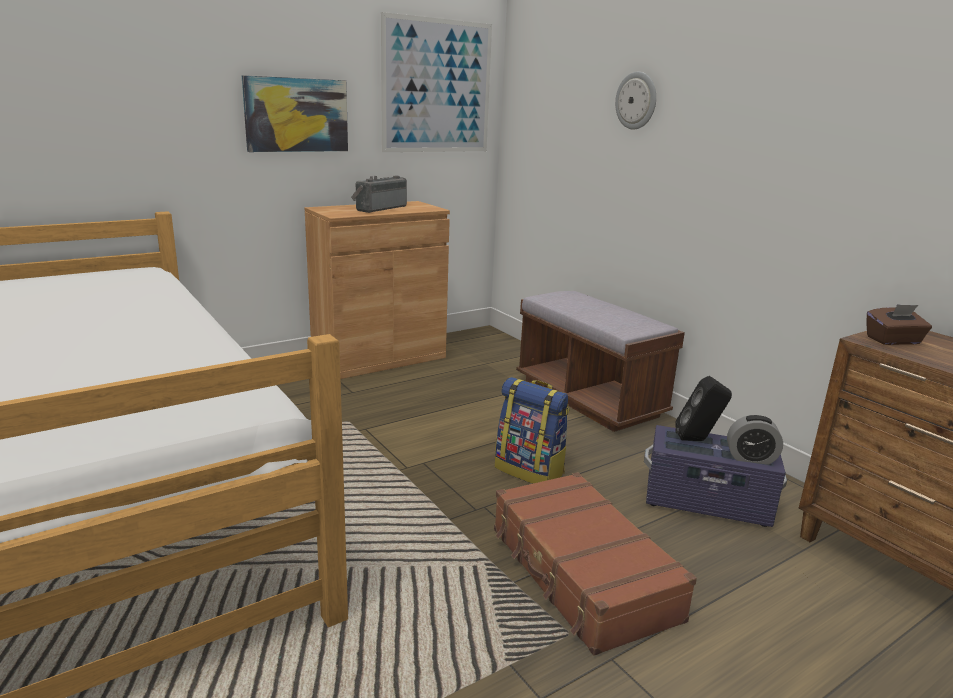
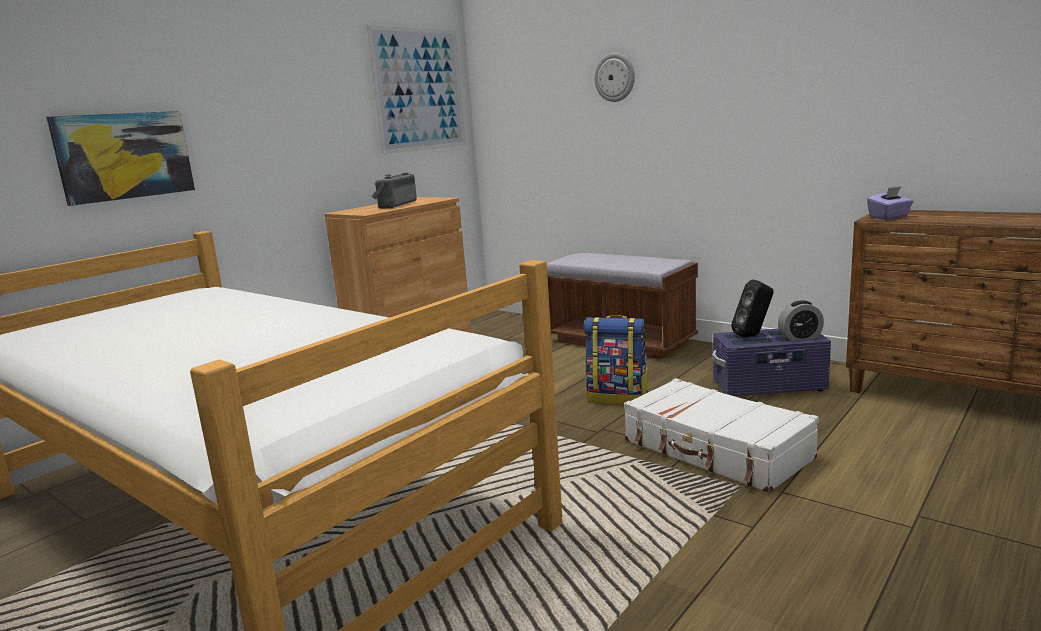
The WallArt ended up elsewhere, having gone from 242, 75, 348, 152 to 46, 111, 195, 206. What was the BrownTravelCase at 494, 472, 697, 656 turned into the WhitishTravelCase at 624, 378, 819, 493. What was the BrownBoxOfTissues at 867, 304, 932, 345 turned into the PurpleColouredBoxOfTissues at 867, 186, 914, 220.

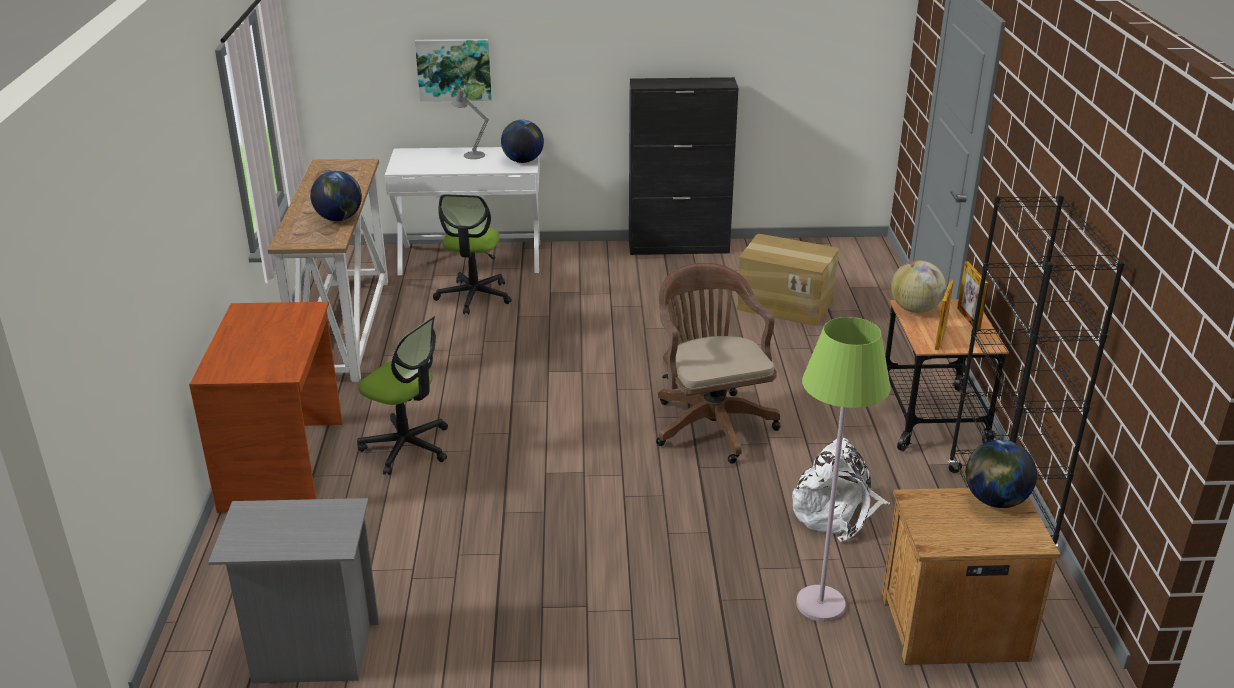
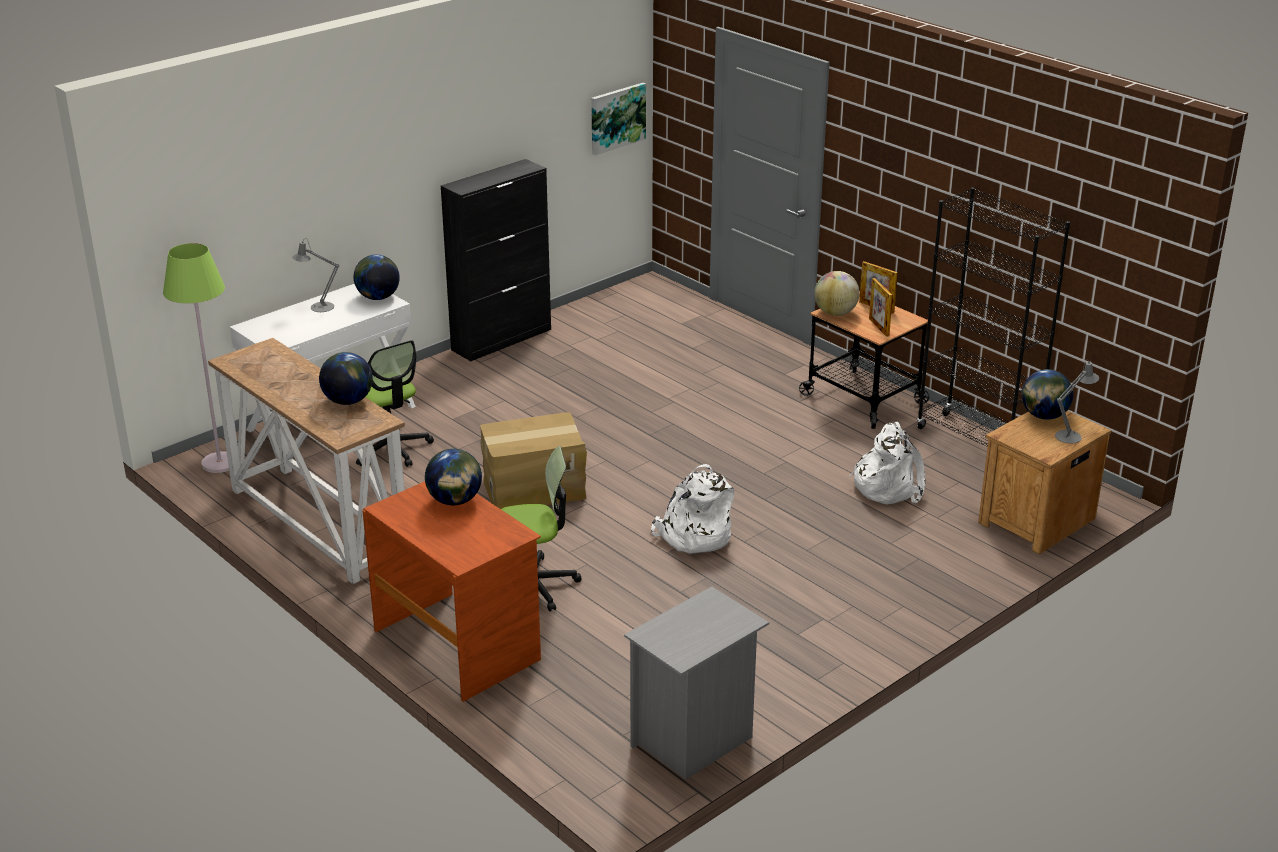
The GreenColouredStandingLamp ended up elsewhere, having gone from 796, 317, 891, 622 to 163, 243, 229, 473. The second view gained the Globe at 425, 449, 482, 505. The PackingBox ended up elsewhere, having gone from 736, 234, 839, 326 to 480, 412, 587, 509. The WallArt ended up elsewhere, having gone from 415, 39, 492, 102 to 591, 83, 646, 155. The second view gained the WhitishRucksack at 651, 464, 734, 554. The second view gained the GreyLampForATable at 1055, 359, 1099, 444. The second view lost the BrownDeskChair at 656, 263, 781, 464.

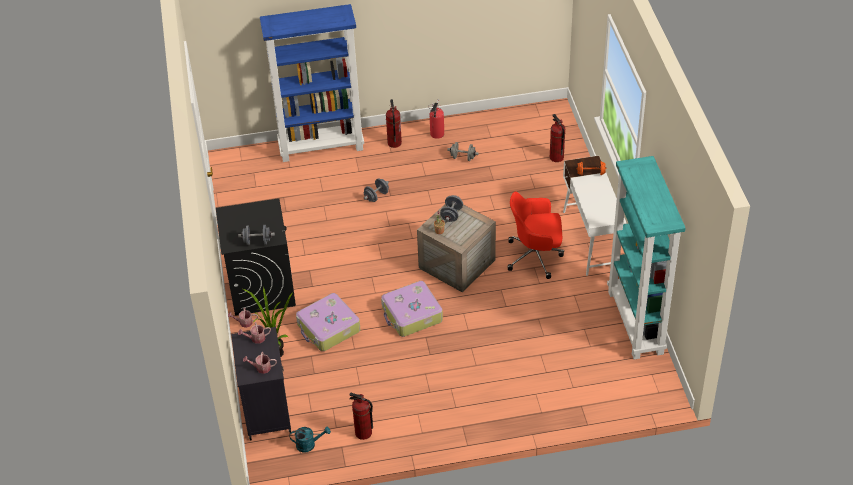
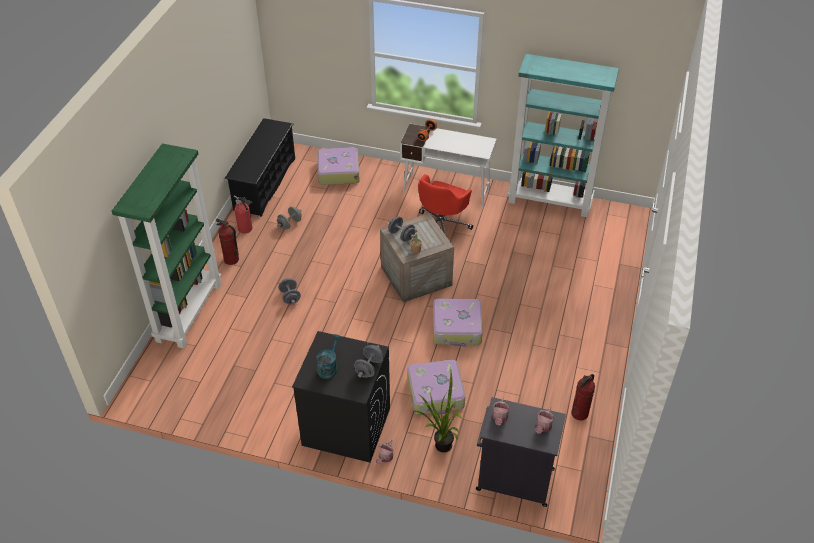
What was the BlueBookcase at 260, 4, 364, 162 turned into the GreenColouredBookcase at 112, 144, 222, 349. The second view gained the BlackishShoeRack at 224, 118, 295, 217. Where the Extinguisher stood at 550, 114, 565, 162, the TravelCase came to stand at 317, 147, 360, 185. The BlueGreenSprinklingCan ended up elsewhere, having gone from 290, 427, 331, 453 to 317, 334, 341, 379.

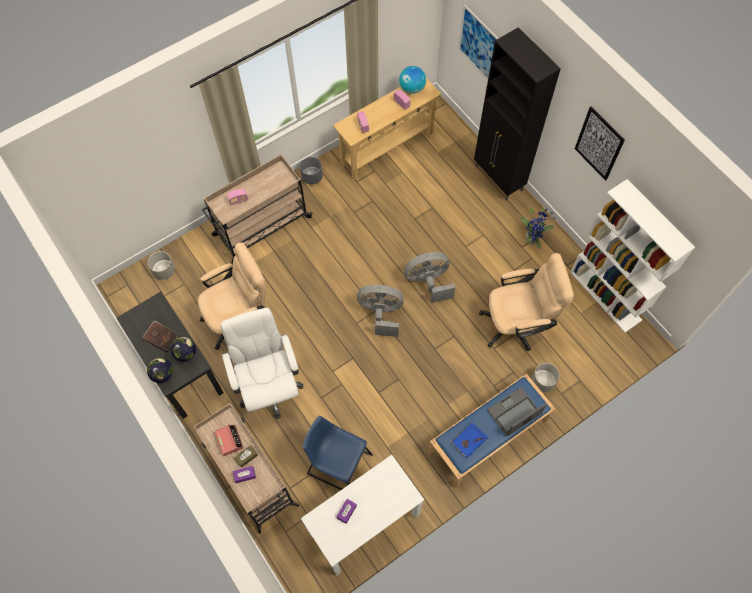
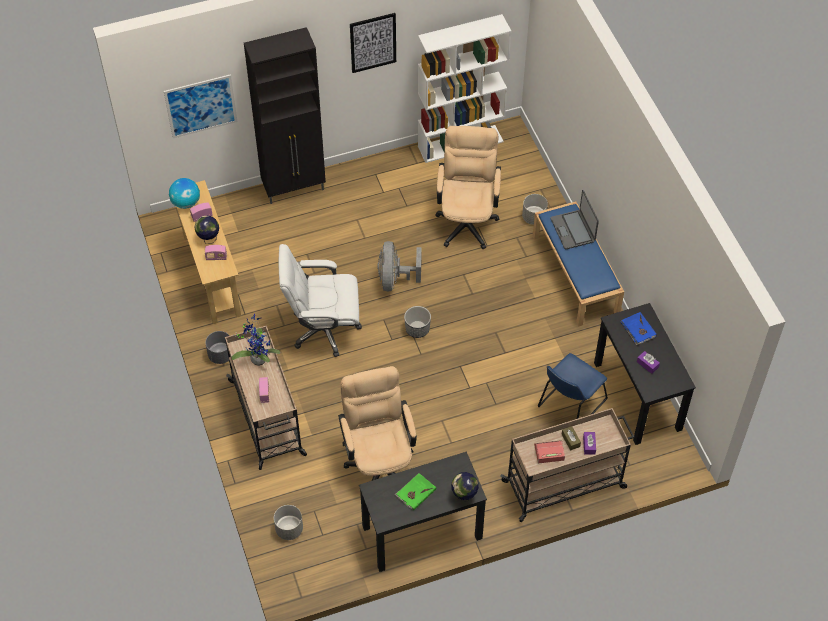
The Globe ended up elsewhere, having gone from 171, 337, 198, 363 to 194, 216, 219, 244. The Houseplant ended up elsewhere, having gone from 520, 207, 556, 249 to 231, 314, 280, 366. The WhitishDeskChair ended up elsewhere, having gone from 221, 308, 303, 419 to 279, 244, 362, 357. What was the BrownBoundBook at 142, 321, 179, 352 turned into the GreenColouredBoundBook at 395, 473, 436, 511. Where the GreyCoolingFan stood at 357, 285, 404, 337, the Planter came to stand at 404, 306, 431, 338. What was the WhitishDeskTable at 300, 455, 424, 576 turned into the BlackishDeskTable at 594, 303, 696, 445. The BlueBoundBook ended up elsewhere, having gone from 450, 422, 488, 458 to 621, 312, 657, 345.

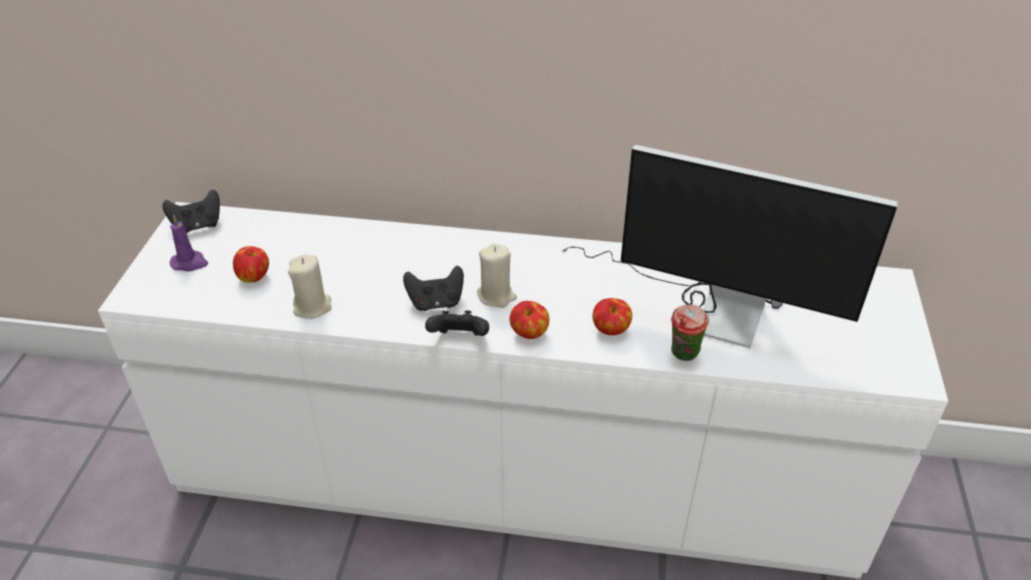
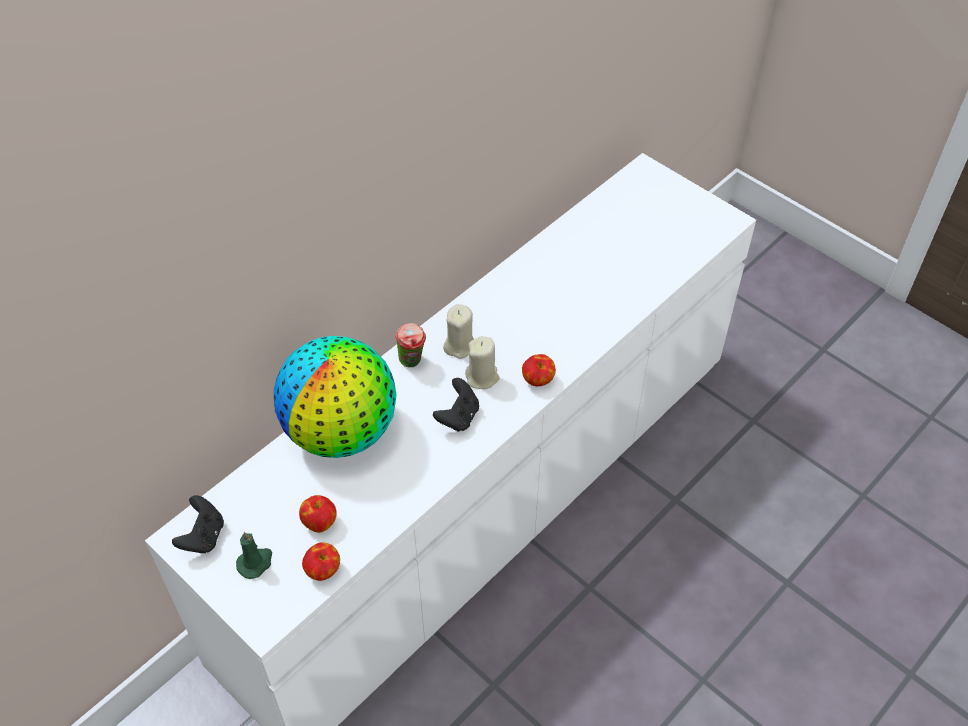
What was the PurpleColouredCandle at 170, 214, 208, 271 turned into the GreenColouredCandle at 236, 532, 272, 579. The second view gained the Globe at 274, 336, 397, 458. The Apple ended up elsewhere, having gone from 592, 298, 632, 335 to 302, 542, 340, 581. The SmallCup ended up elsewhere, having gone from 671, 304, 709, 361 to 395, 323, 426, 367. The BeigeColouredCandle ended up elsewhere, having gone from 288, 254, 332, 319 to 443, 304, 474, 359. The second view lost the BlackishGameController at 425, 311, 489, 336. The second view lost the ComputerDisplay at 562, 145, 898, 348.

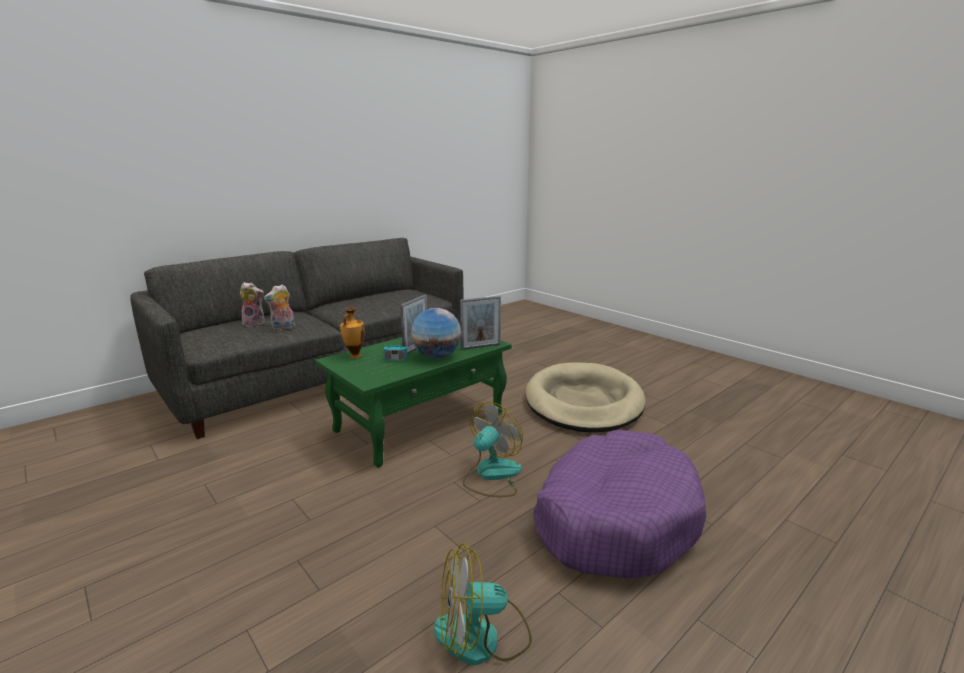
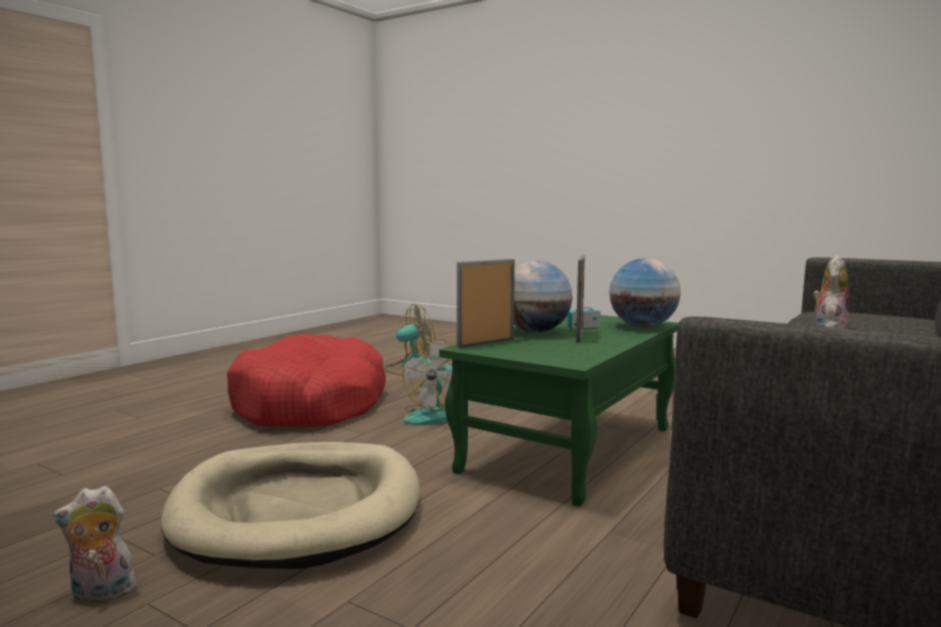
The SoftToy ended up elsewhere, having gone from 240, 282, 265, 327 to 53, 486, 140, 602. What was the PurpleColouredDogCushion at 533, 430, 706, 578 turned into the RedDogCushion at 227, 334, 386, 427. Where the Vase stood at 340, 307, 364, 358, the Globe came to stand at 609, 258, 681, 327.

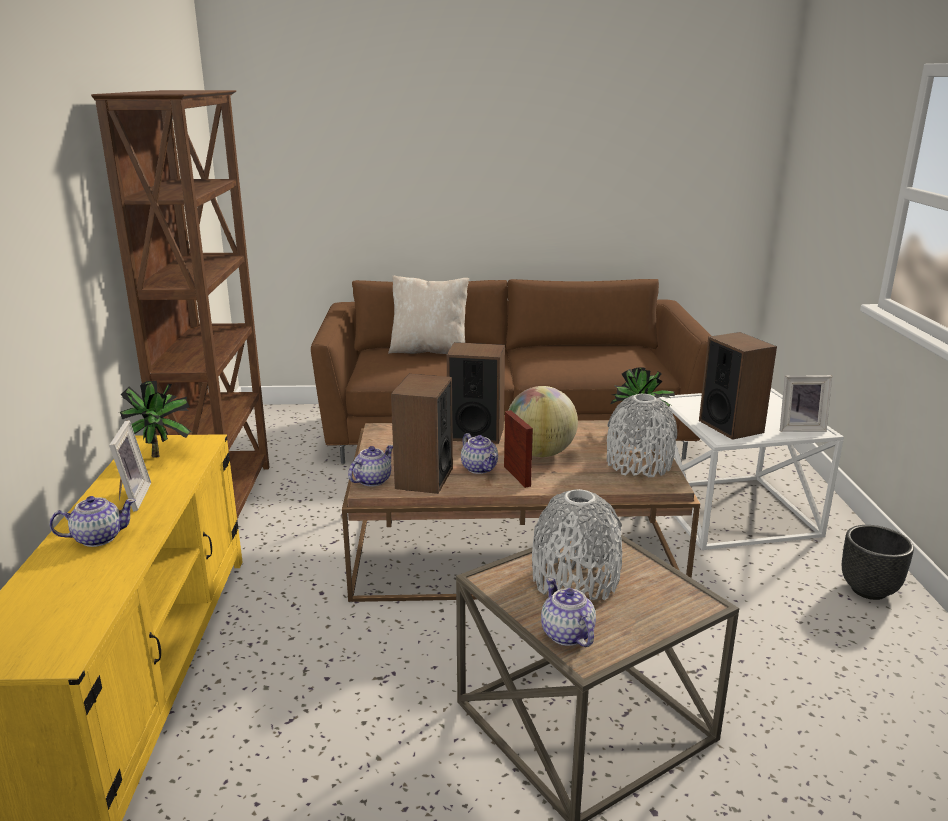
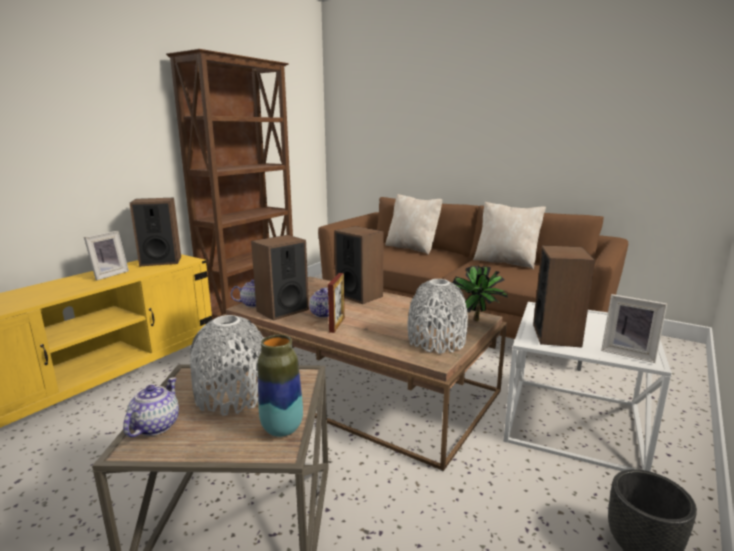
Where the Houseplant stood at 118, 381, 192, 458, the AudioSpeaker came to stand at 130, 198, 181, 266. The second view gained the Vase at 258, 335, 303, 437. The second view gained the BeigeColouredThrowPillow at 473, 202, 546, 269. The second view lost the Teapot at 50, 496, 136, 547. The second view lost the Globe at 508, 386, 578, 457.

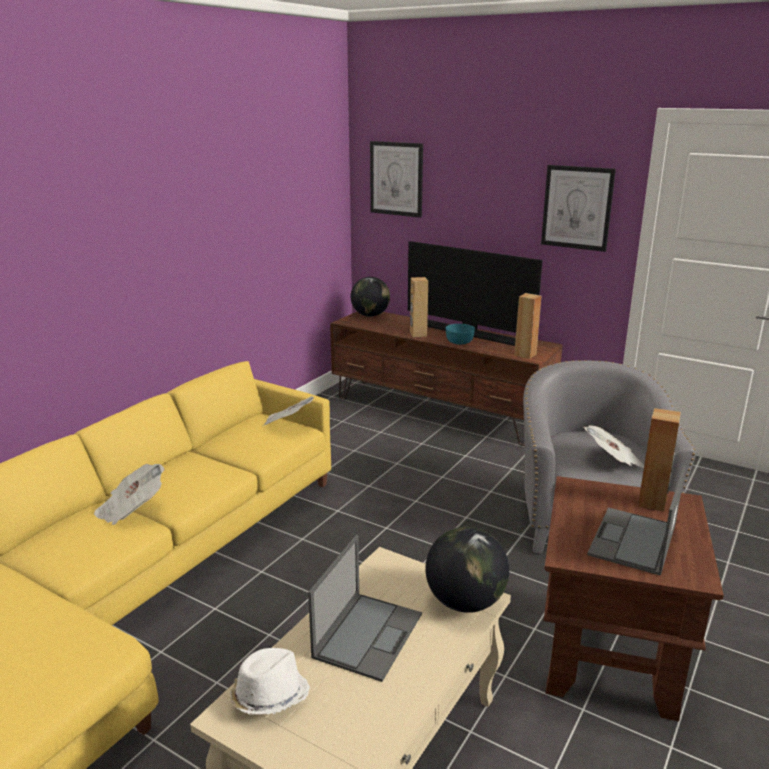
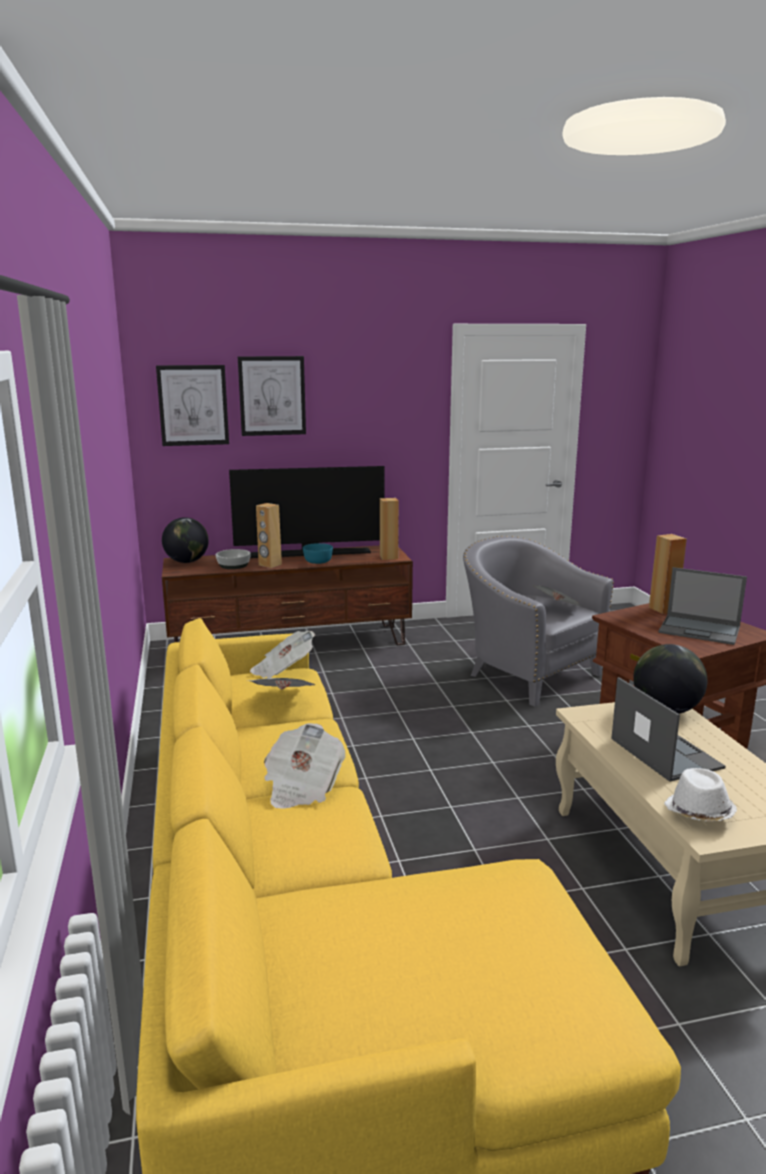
The second view gained the Bowl at 216, 549, 251, 569. The WallArt ended up elsewhere, having gone from 541, 165, 616, 252 to 238, 356, 306, 436. The second view gained the DailyPaper at 247, 678, 315, 690. The NotebookComputer at 587, 466, 686, 576 ended up facing another way, 45 degrees counterclockwise from before.

